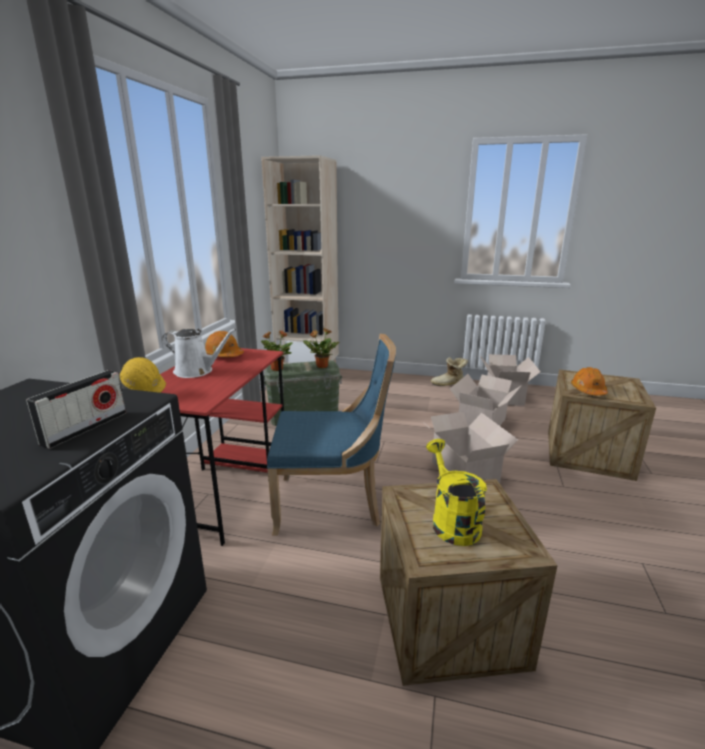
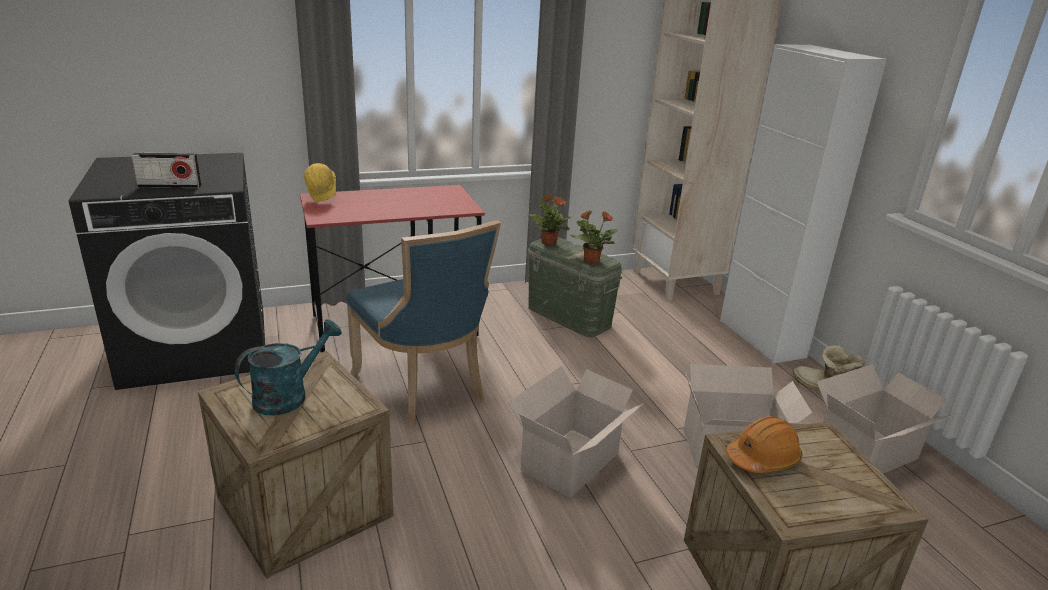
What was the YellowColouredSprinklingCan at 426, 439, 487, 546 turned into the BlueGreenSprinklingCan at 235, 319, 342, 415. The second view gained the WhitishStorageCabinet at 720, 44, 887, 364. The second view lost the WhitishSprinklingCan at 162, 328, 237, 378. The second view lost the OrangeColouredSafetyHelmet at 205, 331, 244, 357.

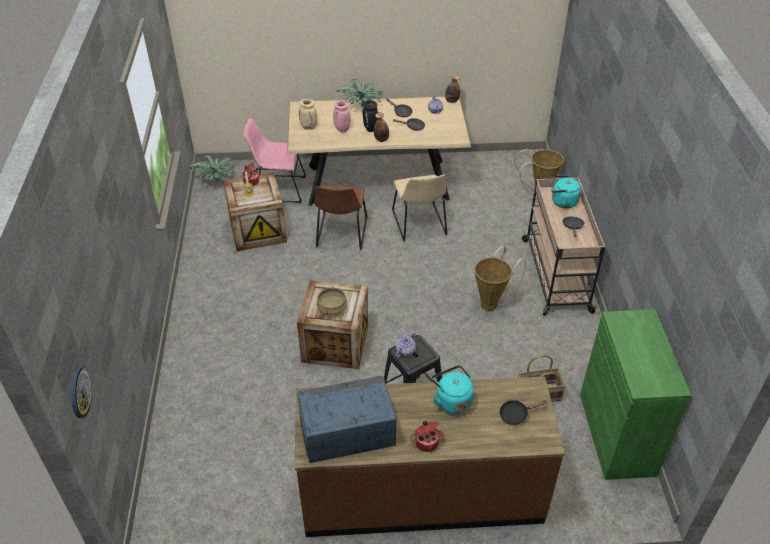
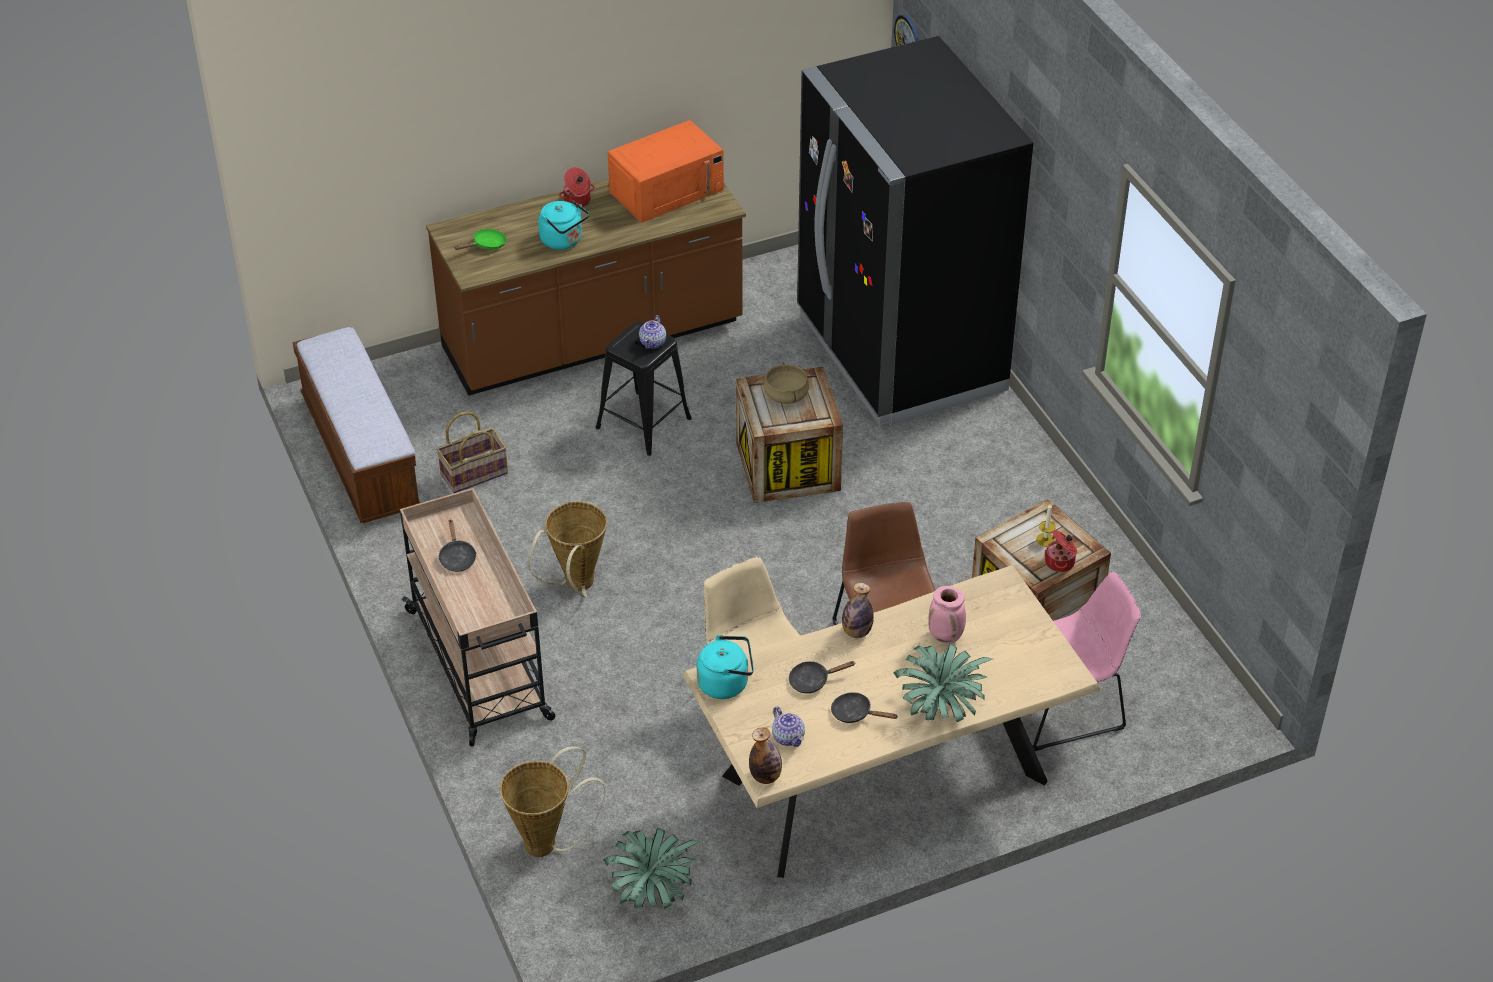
Where the GreenColouredStorageCabinet stood at 580, 309, 691, 480, the Bench came to stand at 293, 327, 421, 523. What was the BlackishFryingPan at 499, 400, 546, 425 turned into the GreenColouredFryingPan at 454, 229, 507, 250. The Houseplant ended up elsewhere, having gone from 189, 154, 236, 182 to 603, 828, 701, 908. What was the BlueKitchenMicrowave at 297, 376, 396, 463 turned into the OrangeColouredKitchenMicrowave at 608, 120, 724, 223. The BlueGreenWaterKettle ended up elsewhere, having gone from 552, 175, 581, 208 to 697, 635, 754, 699. The second view gained the BlackishFridge at 797, 36, 1033, 426. The second view lost the BeigeColouredVase at 299, 99, 317, 130. The second view lost the BlackishVase at 362, 100, 378, 132.

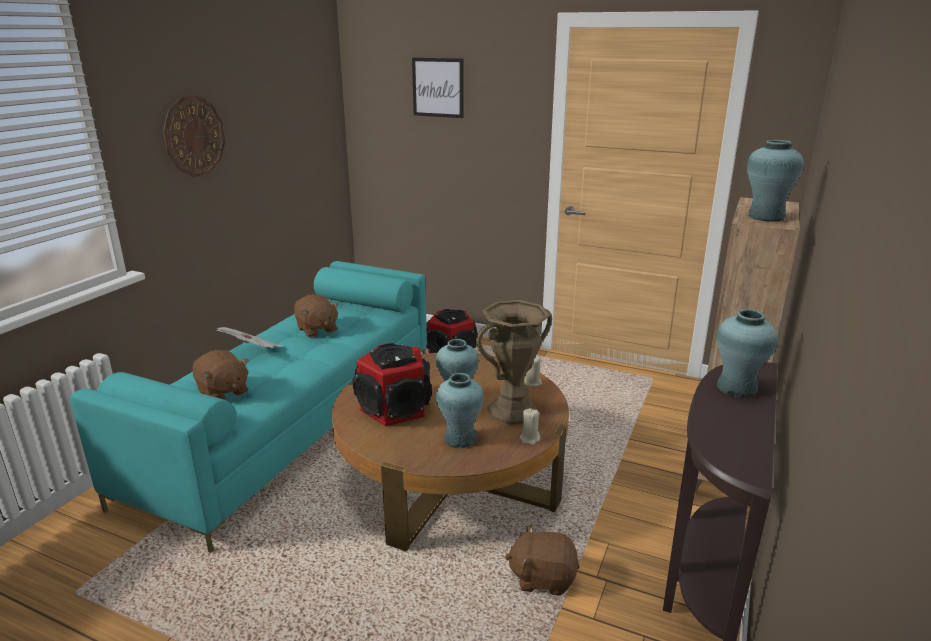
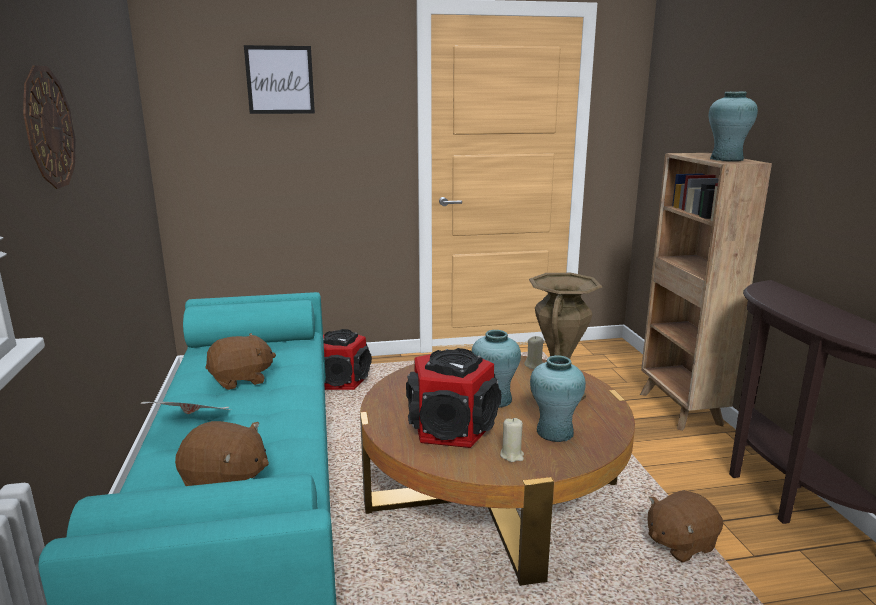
The BrownSoftToy at 294, 295, 339, 337 ended up facing another way, 45 degrees counterclockwise from before. The BeigeColouredCandle ended up elsewhere, having gone from 520, 408, 540, 445 to 500, 418, 524, 462. The second view lost the BlueGreenVase at 717, 309, 778, 398.

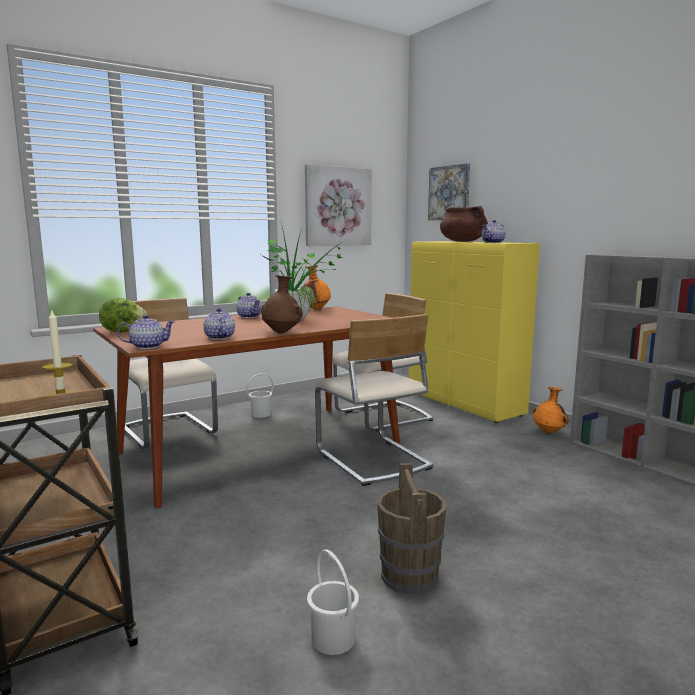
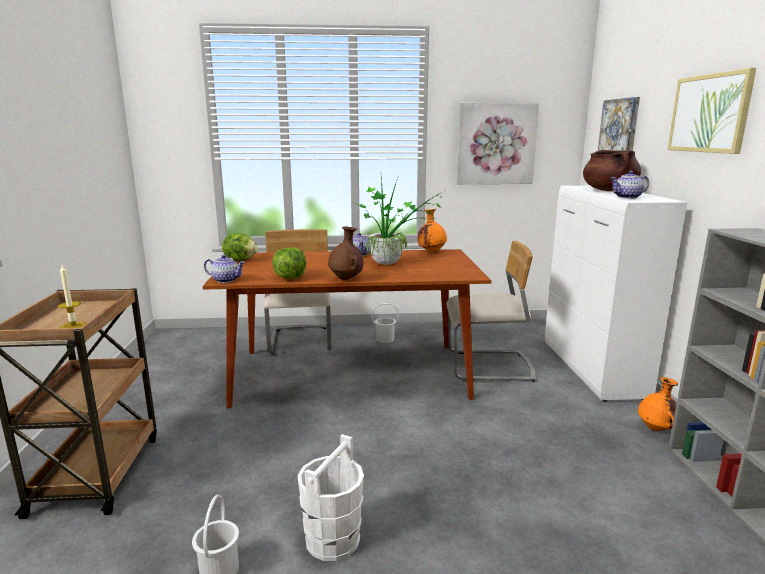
Where the Teapot stood at 204, 308, 235, 340, the HeadOfLettuce came to stand at 272, 247, 306, 279. What was the BrownPail at 377, 463, 446, 595 turned into the WhitishPail at 297, 434, 364, 561. What was the YellowColouredStorageCabinet at 409, 241, 540, 423 turned into the WhitishStorageCabinet at 545, 186, 687, 402. The second view gained the WallArt at 668, 68, 756, 154. The second view lost the BeigeColouredPlainChair at 315, 314, 434, 486.

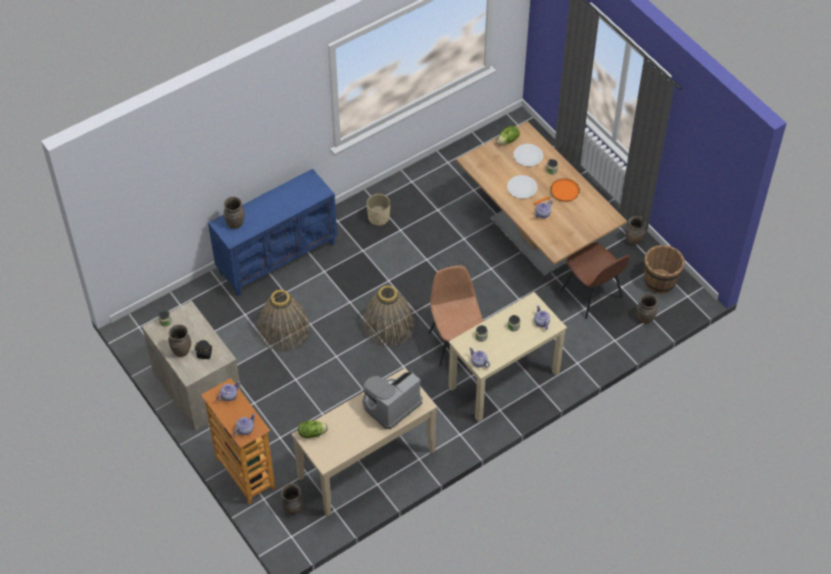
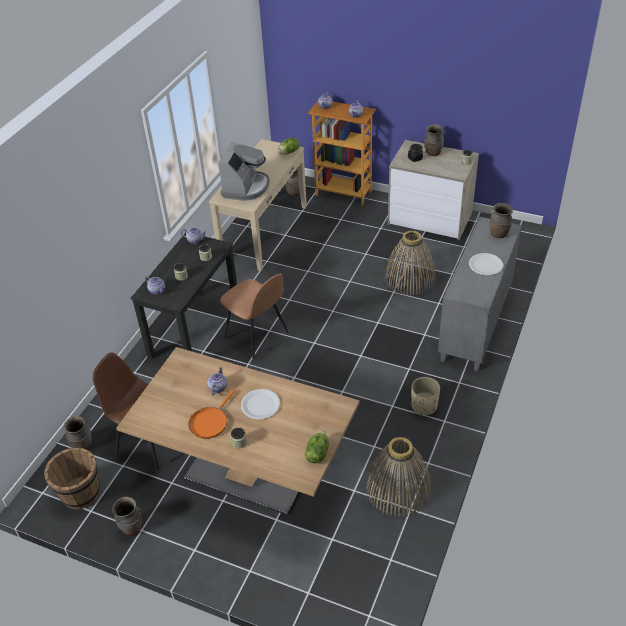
What was the BeigeColouredDeskTable at 449, 292, 567, 422 turned into the BlackishDeskTable at 131, 233, 237, 359. The StorageBasket ended up elsewhere, having gone from 363, 285, 415, 347 to 366, 437, 431, 517. What was the BlueStorageCabinet at 208, 169, 337, 296 turned into the GreyStorageCabinet at 438, 217, 522, 371. The WhitishDinnerPlate ended up elsewhere, having gone from 513, 144, 543, 167 to 469, 253, 503, 275.

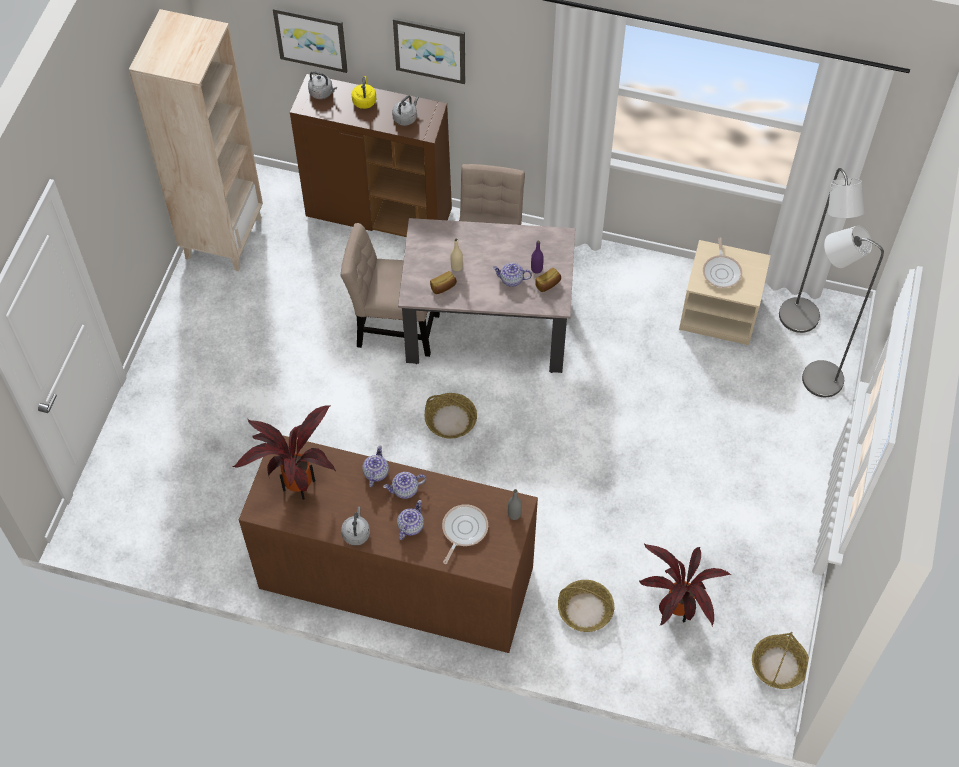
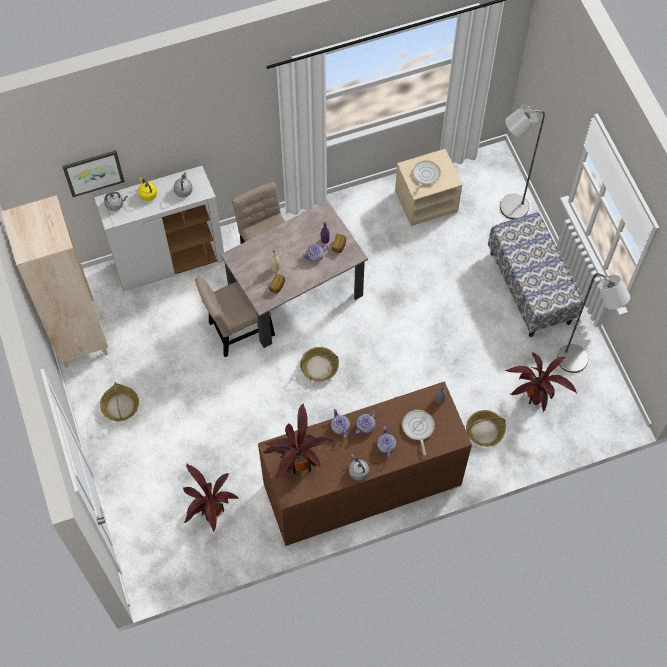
What was the BrownStorageCabinet at 290, 74, 452, 237 turned into the WhitishStorageCabinet at 94, 166, 224, 291. The StorageBasket ended up elsewhere, having gone from 752, 631, 809, 689 to 100, 382, 139, 421. The second view gained the Houseplant at 183, 464, 239, 532. The FryingPan at 703, 238, 742, 288 ended up facing another way, 120 degrees counterclockwise from before. The second view gained the Bench at 488, 212, 583, 337. The GreyStandingLamp ended up elsewhere, having gone from 779, 168, 865, 333 to 557, 273, 630, 373. The second view lost the WallArt at 393, 18, 465, 84.

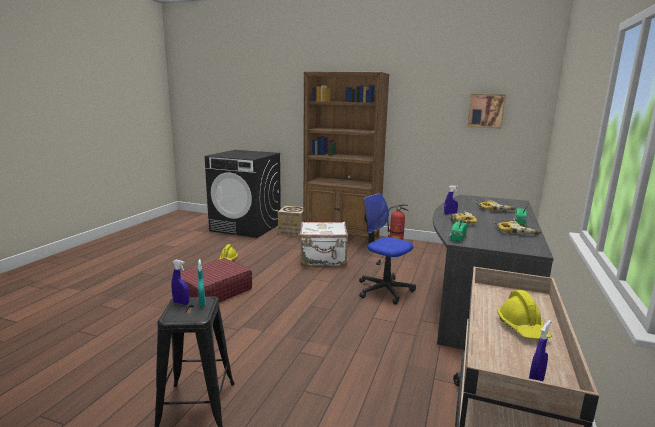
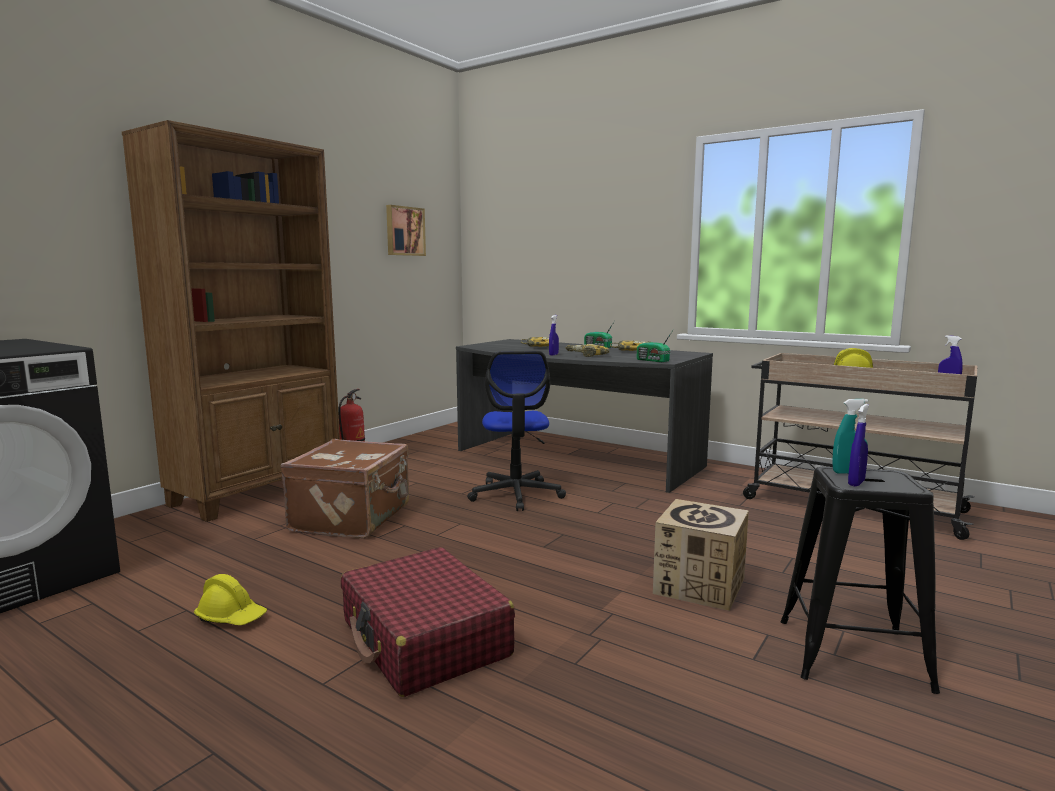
What was the WhitishTravelCase at 299, 222, 348, 266 turned into the BrownTravelCase at 281, 439, 409, 538. The DeskChair at 359, 193, 416, 304 ended up facing another way, 60 degrees counterclockwise from before. The PackingBox ended up elsewhere, having gone from 278, 206, 303, 237 to 653, 499, 749, 611.

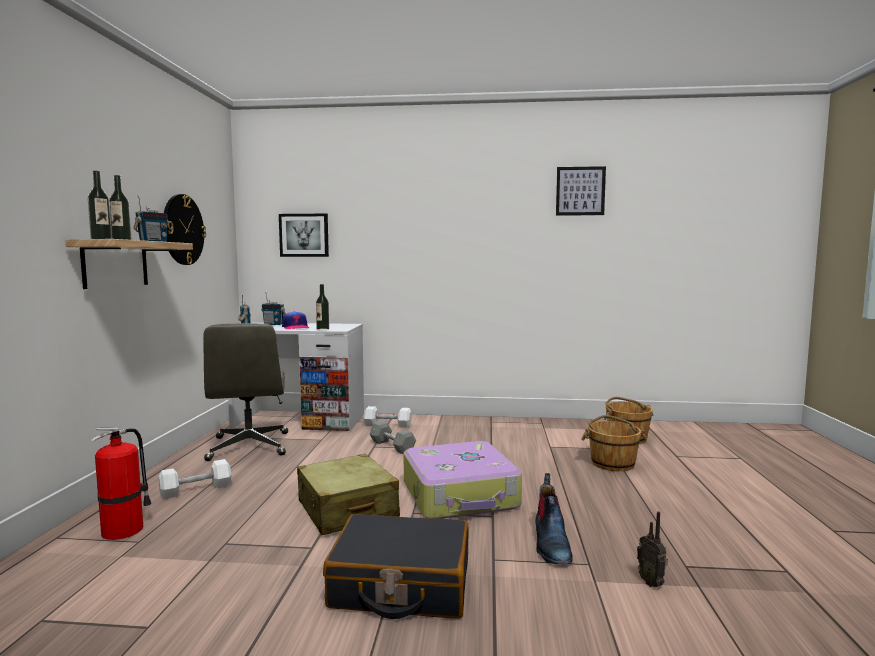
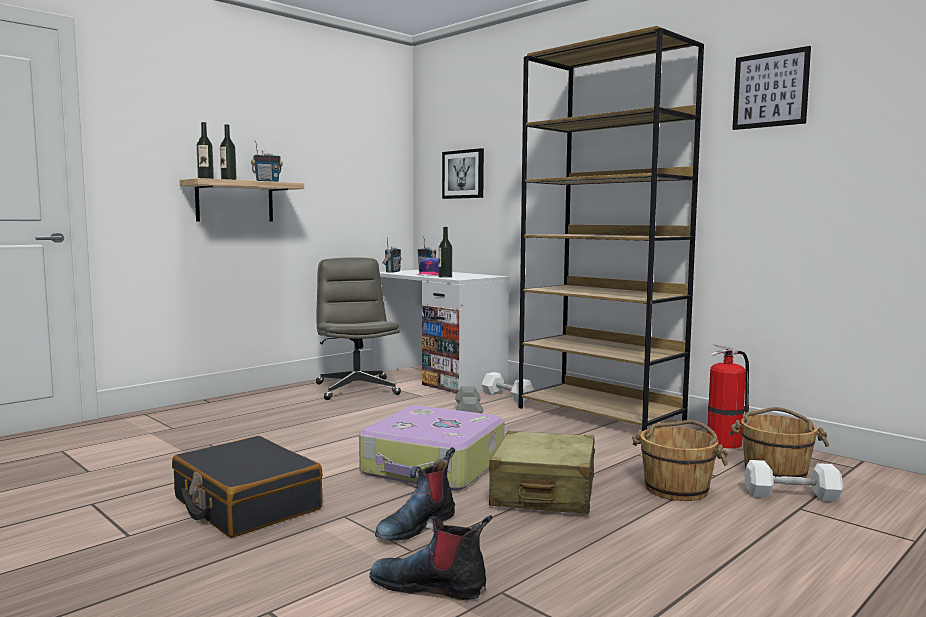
The GreyDeskChair at 203, 323, 288, 461 ended up facing another way, 135 degrees clockwise from before. Where the Radio stood at 637, 511, 668, 587, the TallBoot came to stand at 369, 515, 492, 600. The BeigeColouredTravelCase ended up elsewhere, having gone from 297, 454, 400, 535 to 489, 431, 595, 514. The second view gained the BrownBookcase at 518, 26, 704, 431. The Extinguisher ended up elsewhere, having gone from 91, 427, 152, 540 to 707, 344, 749, 448. The WhitishDumbbell ended up elsewhere, having gone from 159, 459, 231, 499 to 744, 460, 843, 502. The second view lost the HangingClock at 164, 194, 206, 265.

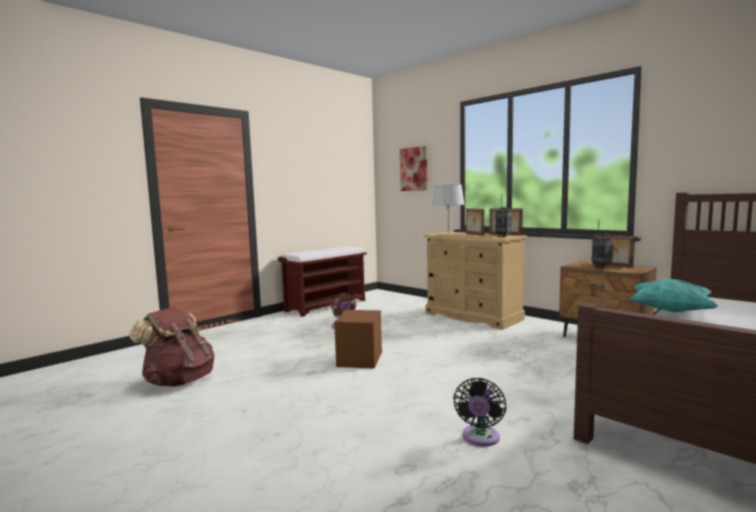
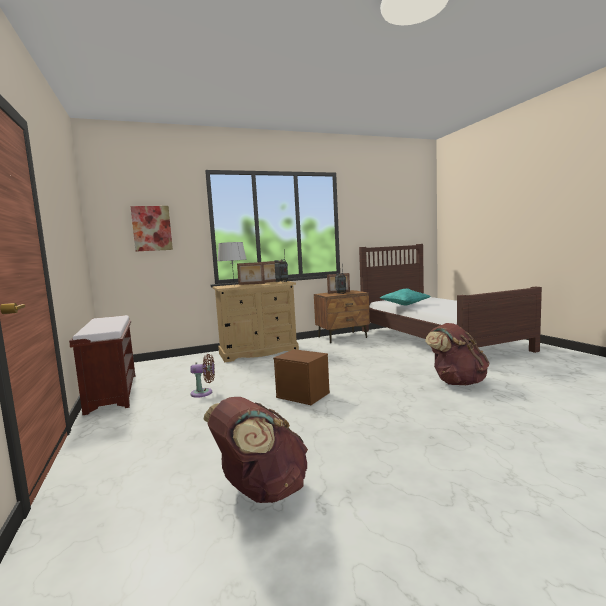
Where the BlackishCoolingFan stood at 453, 378, 506, 446, the BrownRucksack came to stand at 425, 323, 489, 385.

